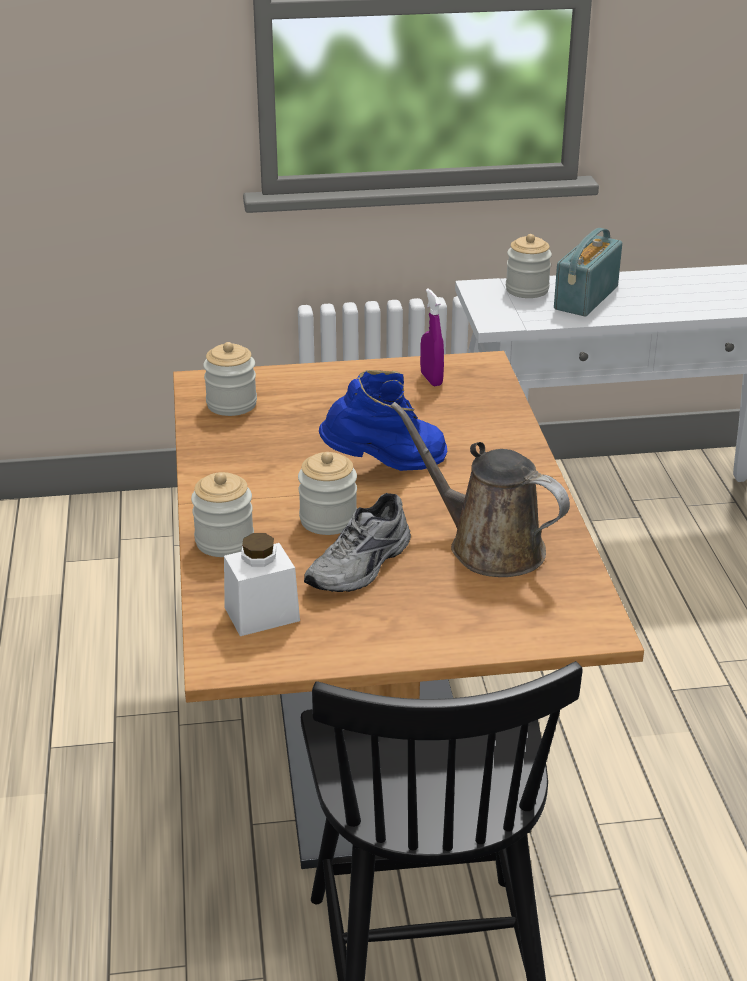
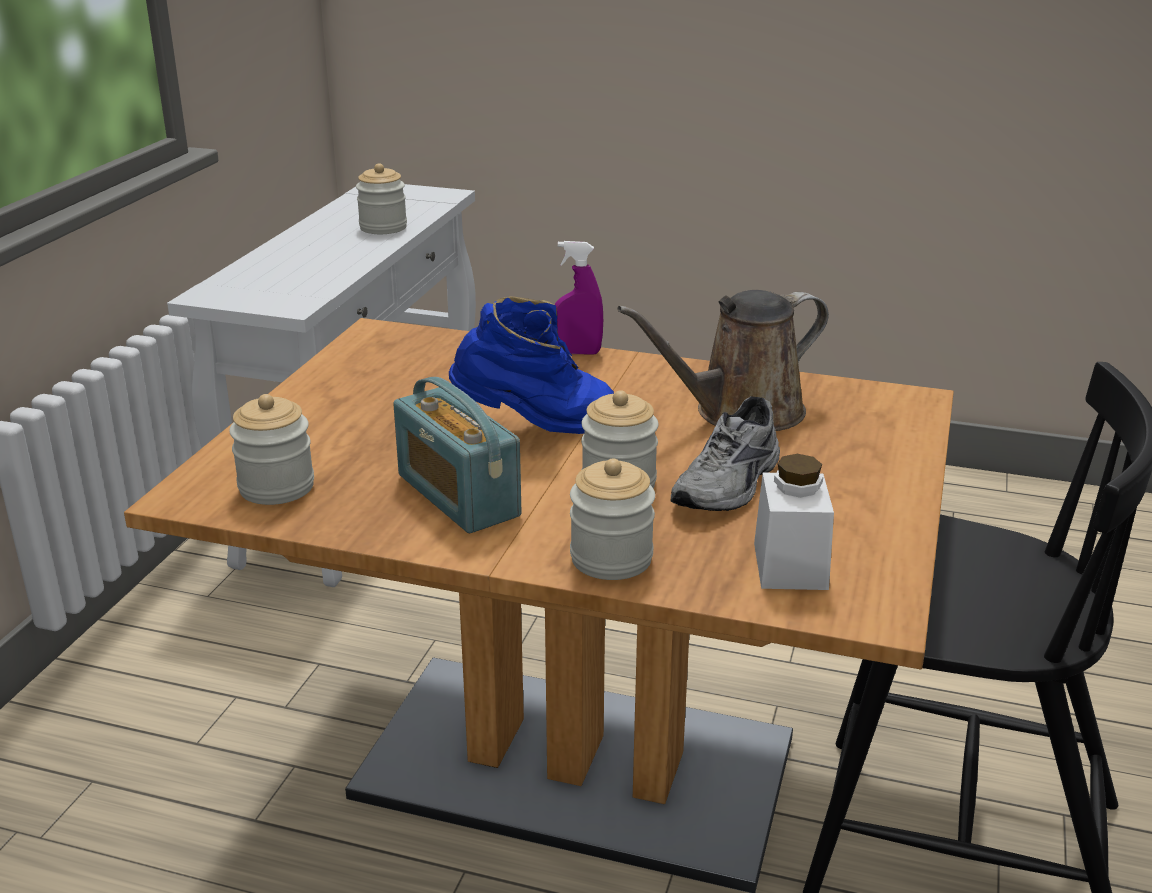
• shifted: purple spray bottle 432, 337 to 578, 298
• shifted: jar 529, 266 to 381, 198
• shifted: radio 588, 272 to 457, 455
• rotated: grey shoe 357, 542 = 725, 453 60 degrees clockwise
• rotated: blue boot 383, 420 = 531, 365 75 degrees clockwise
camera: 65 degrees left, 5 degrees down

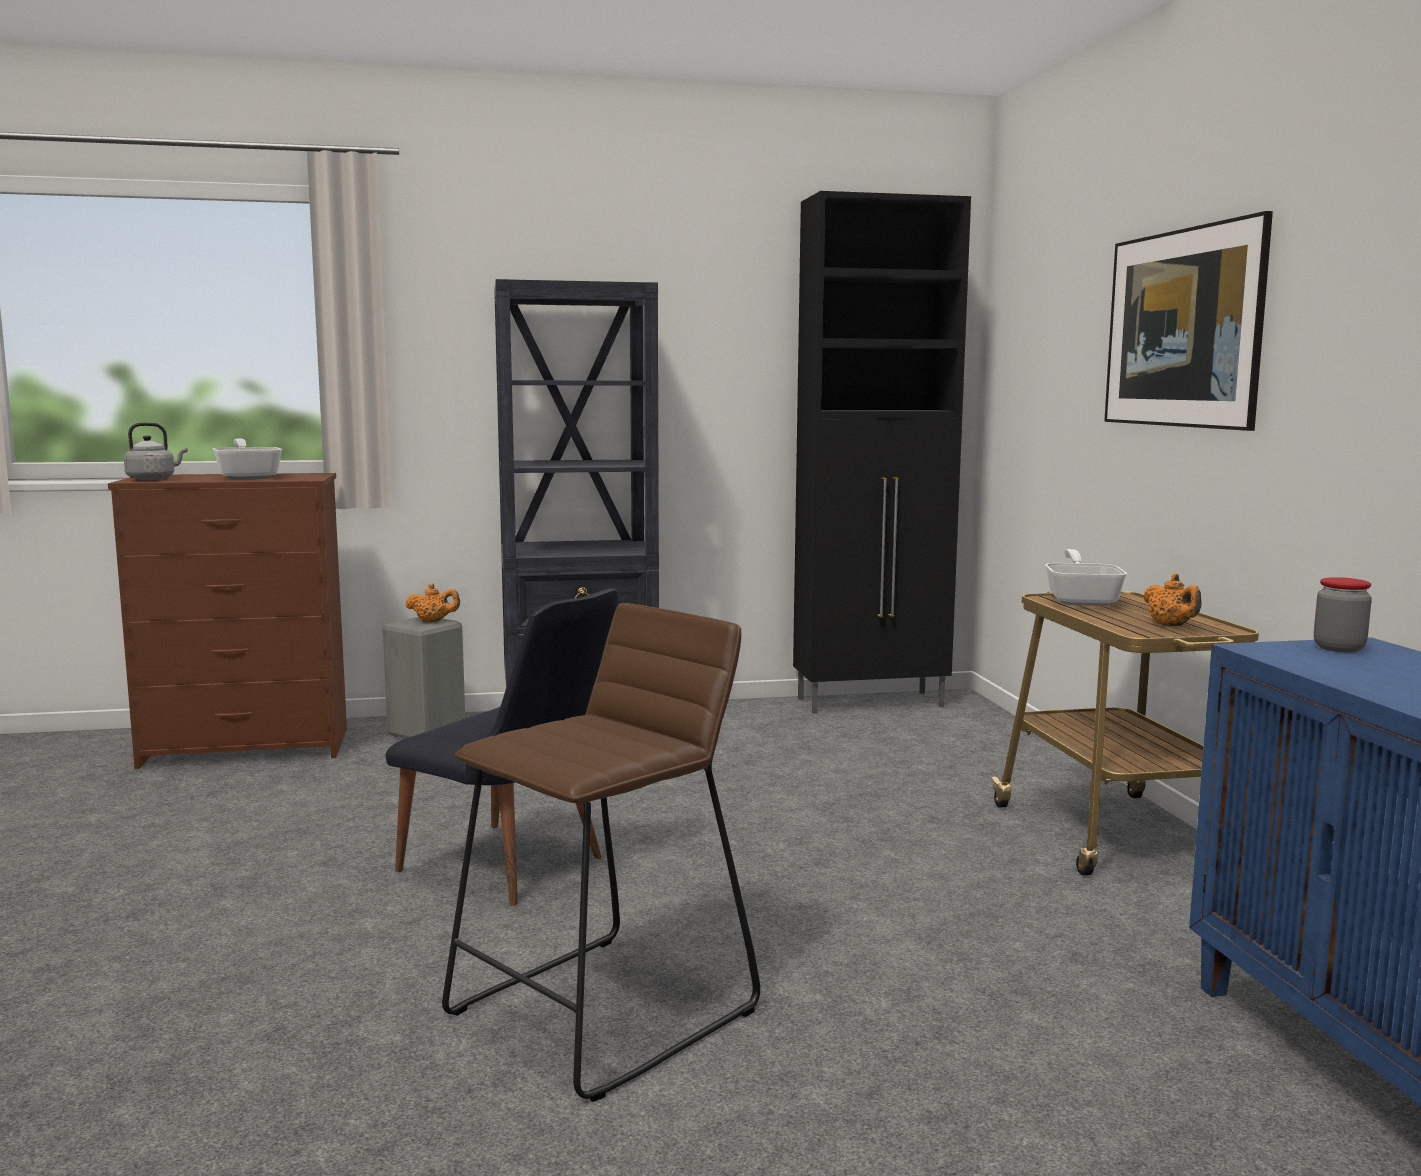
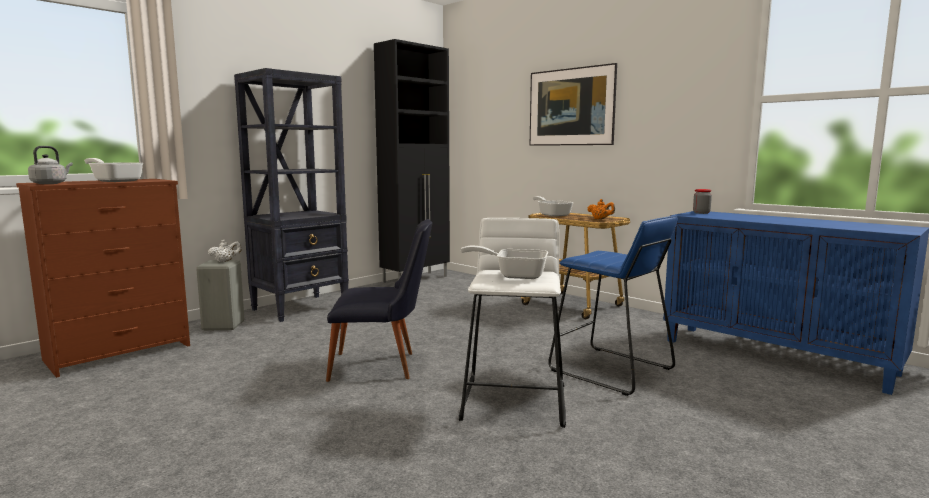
• new: frying pan 504, 262
• new: blue stool 613, 306
• repainted: orange teapot 433, 602 to white teapot 224, 251
• repainted: brown stool 601, 852 to white stool 512, 323
camera: 35 degrees left, 0 degrees up

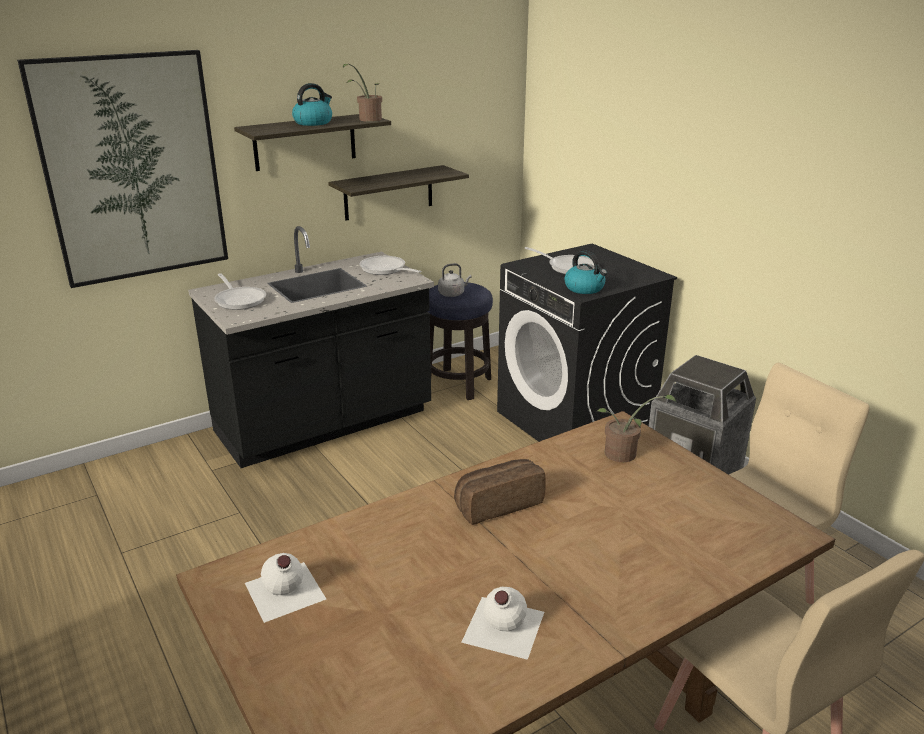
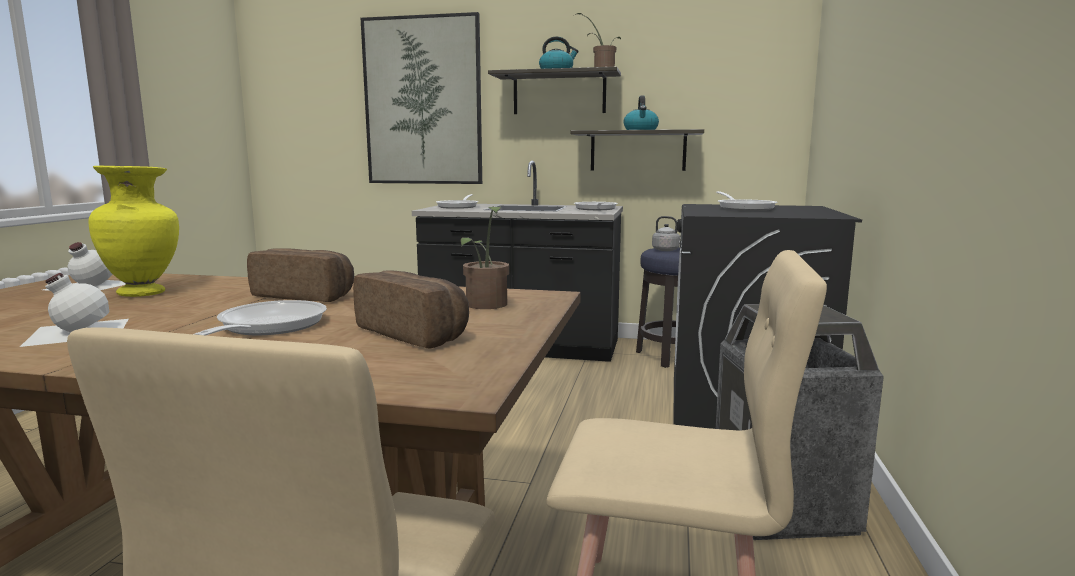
• new: yellow vase 134, 231
• new: frying pan 260, 317
• new: bread 411, 309
• shifted: kettle 585, 272 to 641, 112
camera: 45 degrees right, 15 degrees down

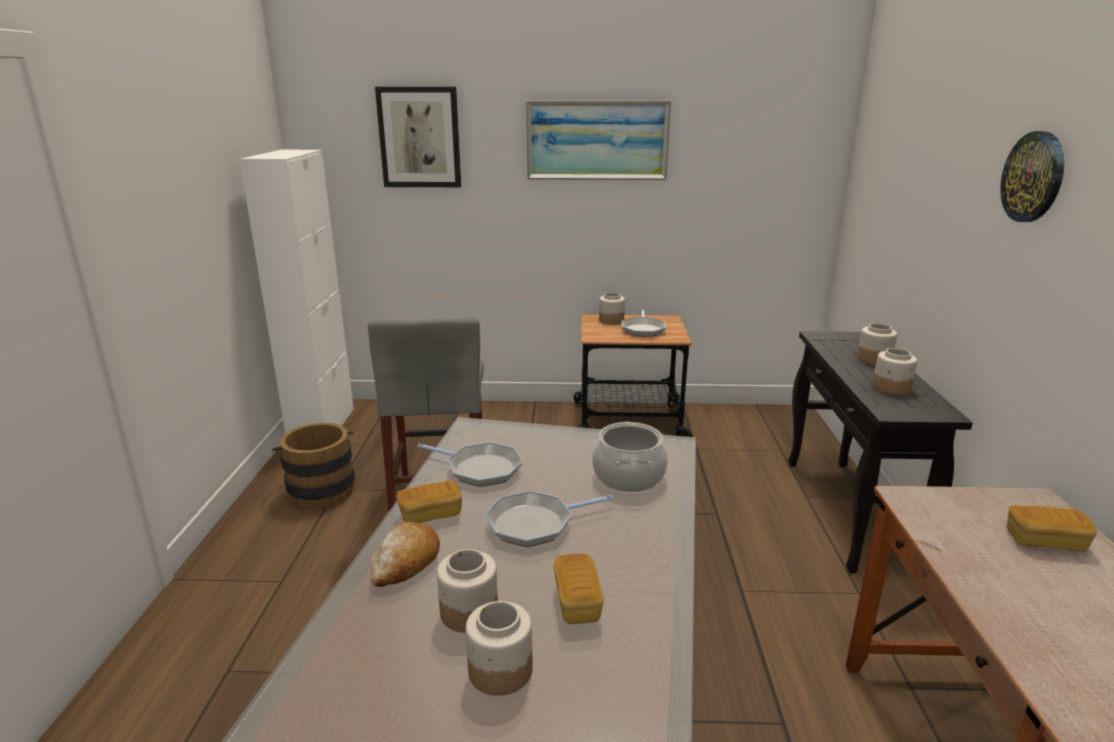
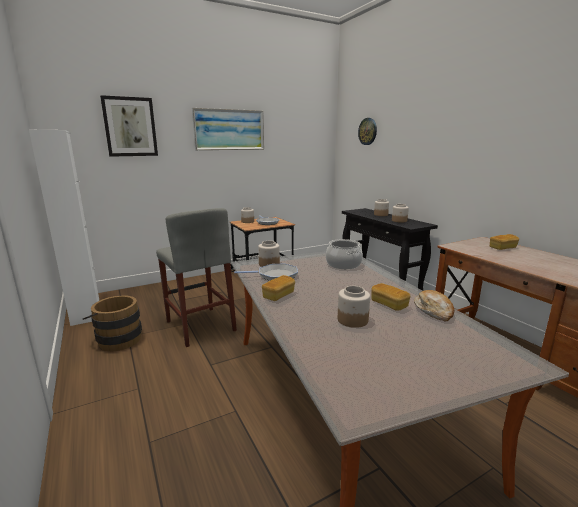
• gone: frying pan 549, 519
• shifted: bread 405, 554 to 434, 306
• shifted: jar 499, 648 to 269, 254
• shifted: wall clock 1032, 176 to 367, 131
camera: 30 degrees left, 5 degrees down

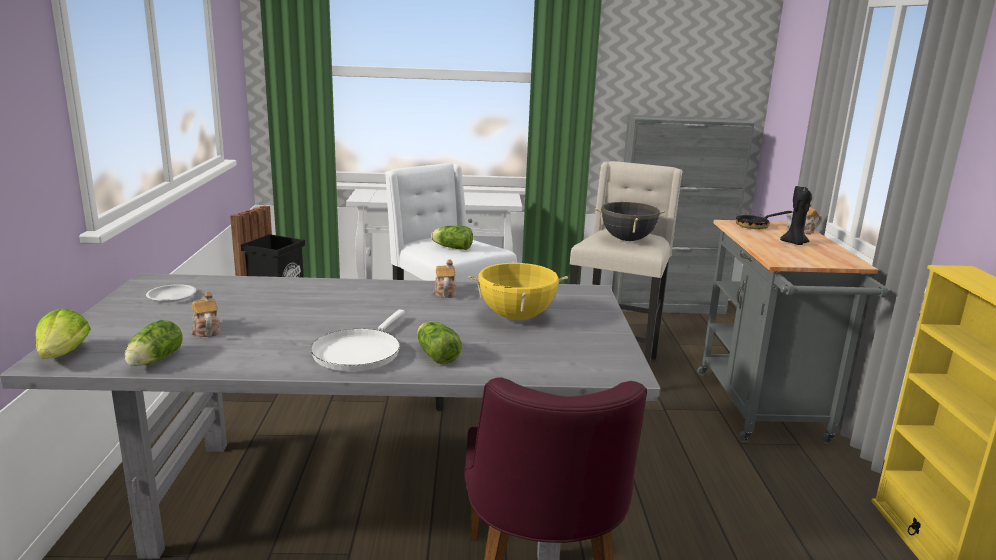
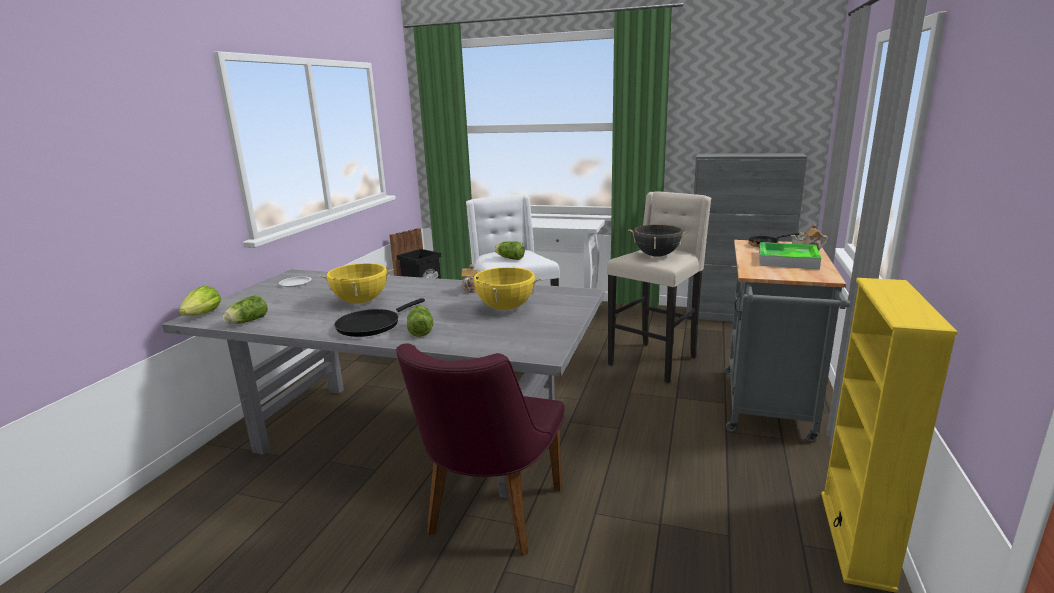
• gone: teapot 205, 314
• new: yellow cooking pot 356, 283
• swapped: black candle 796, 215 to tray 790, 255
• repainted: white frying pan 357, 340 to black frying pan 379, 317
camera: 20 degrees right, 0 degrees up

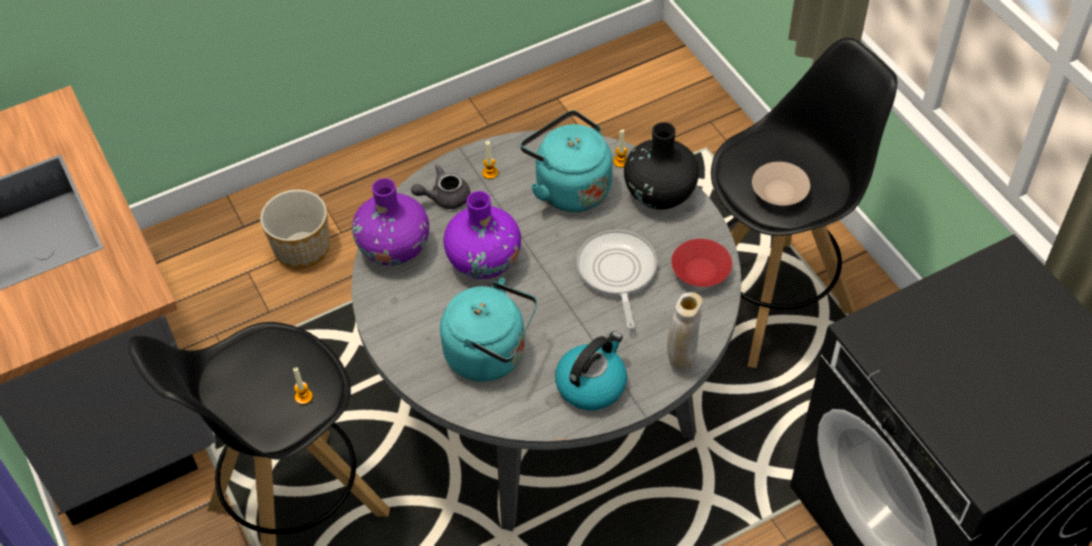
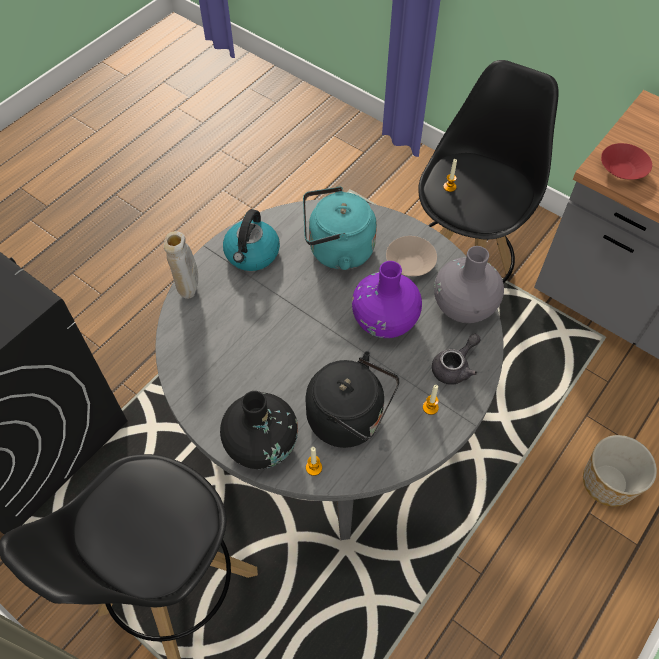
• gone: frying pan 617, 279
• shifted: red bowl 701, 263 to 626, 161
• shifted: beige bowl 781, 184 to 411, 256
• repainted: purple vase 390, 222 to grey vase 469, 284
• repainted: turquoise kettle 566, 161 to black kettle 353, 399
camera: 155 degrees right, 5 degrees up

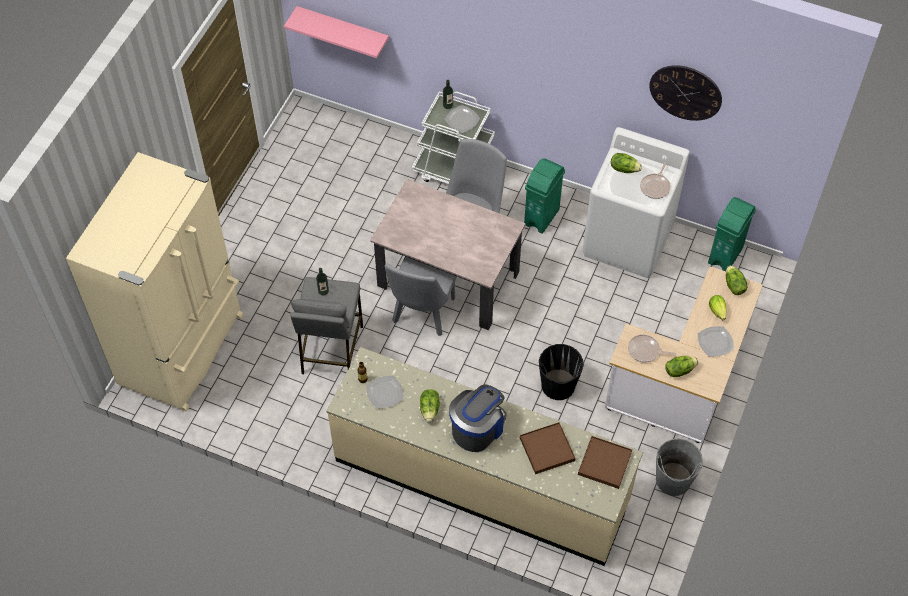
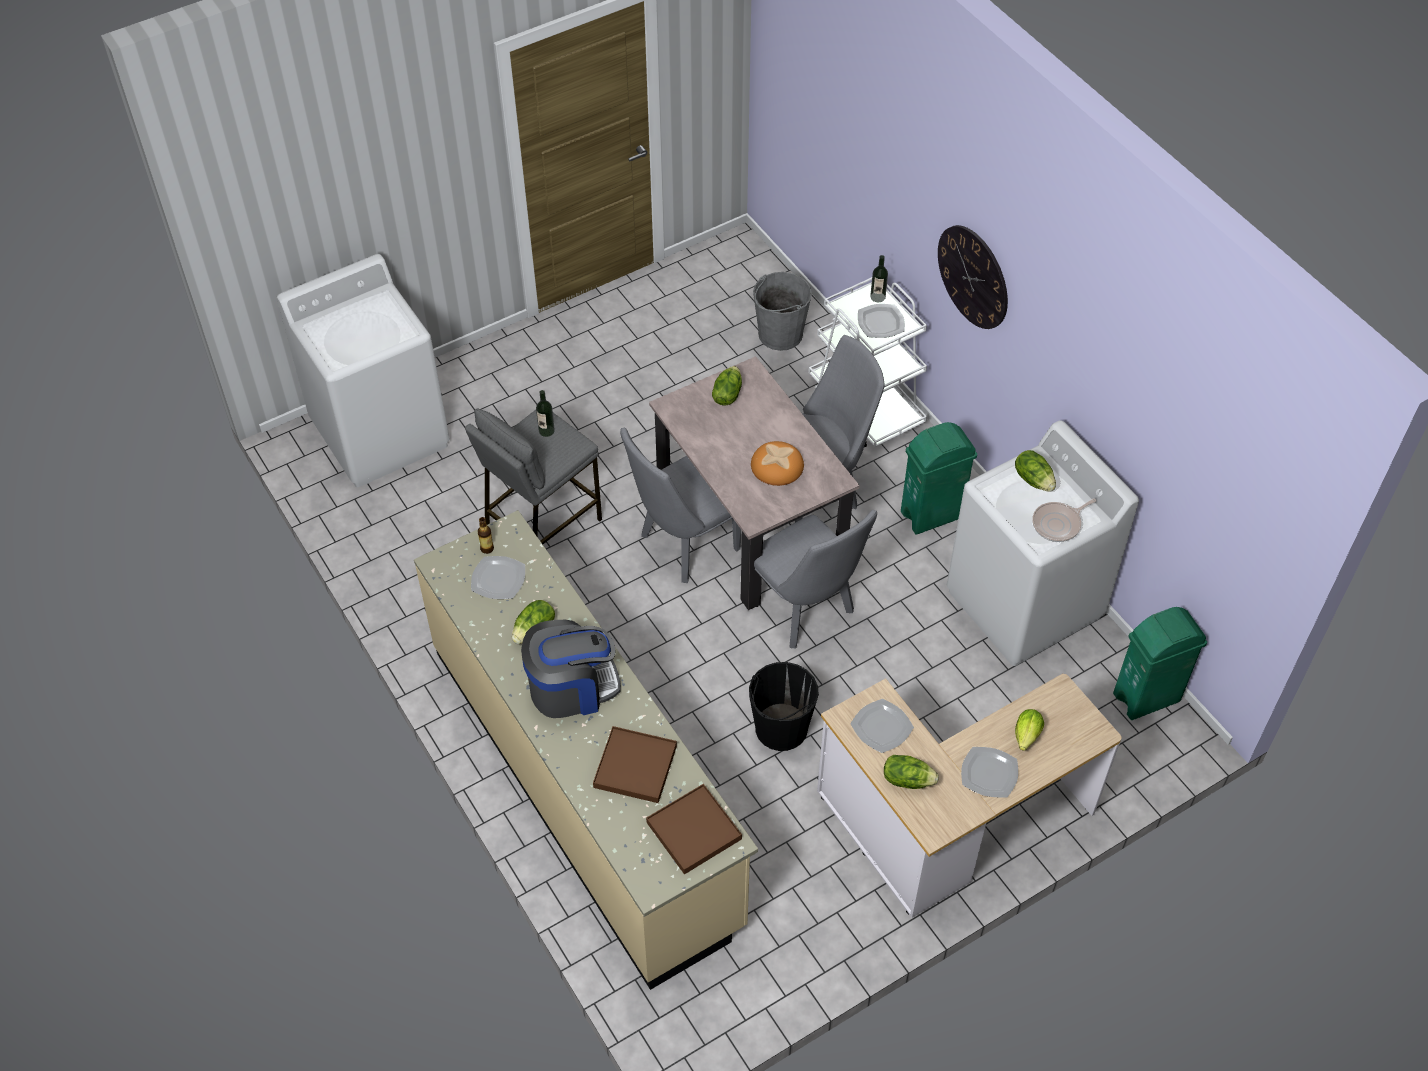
• gone: pink shelf 336, 32
• new: bread 777, 463
• new: grey chair 815, 579
• shifted: wall clock 685, 93 to 973, 277
• shifted: grey bucket 679, 467 to 782, 311
• shifted: lettuce 736, 280 to 727, 385
• swapped: beige fridge 154, 282 to white washing machine 363, 370
• swapped: frying pan 652, 348 to plate 882, 726
camera: 35 degrees right, 5 degrees down

